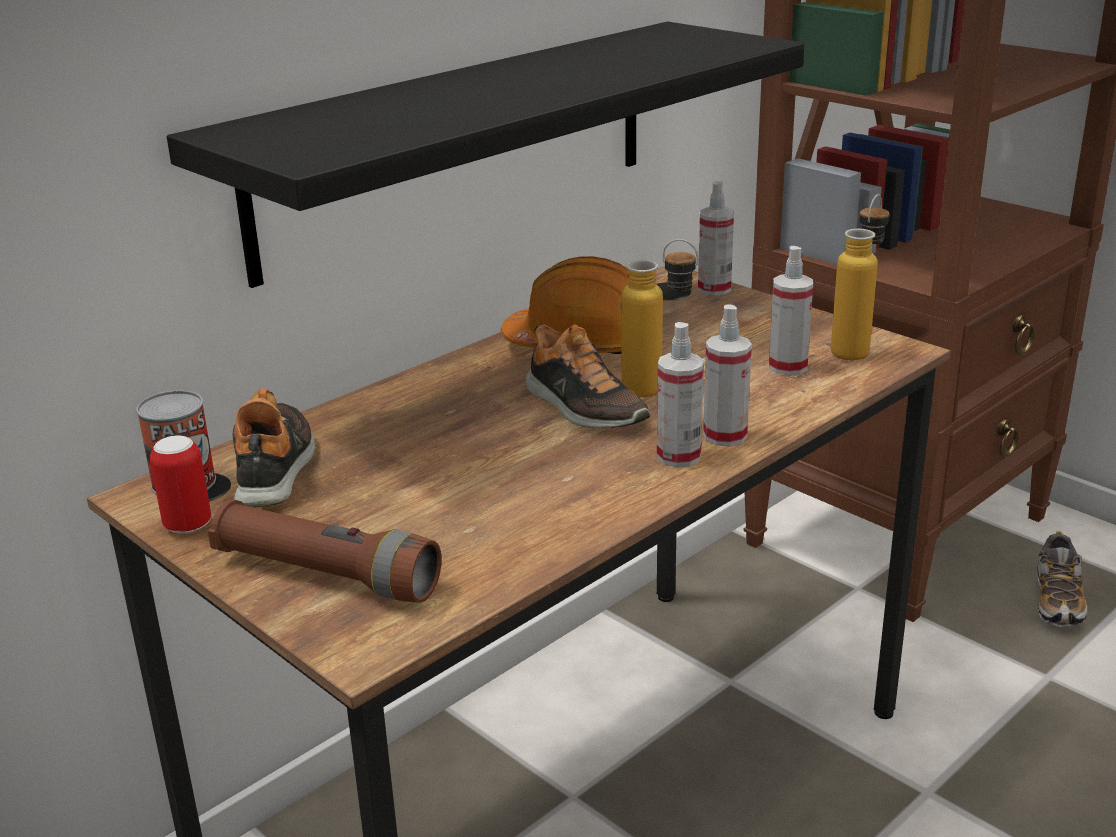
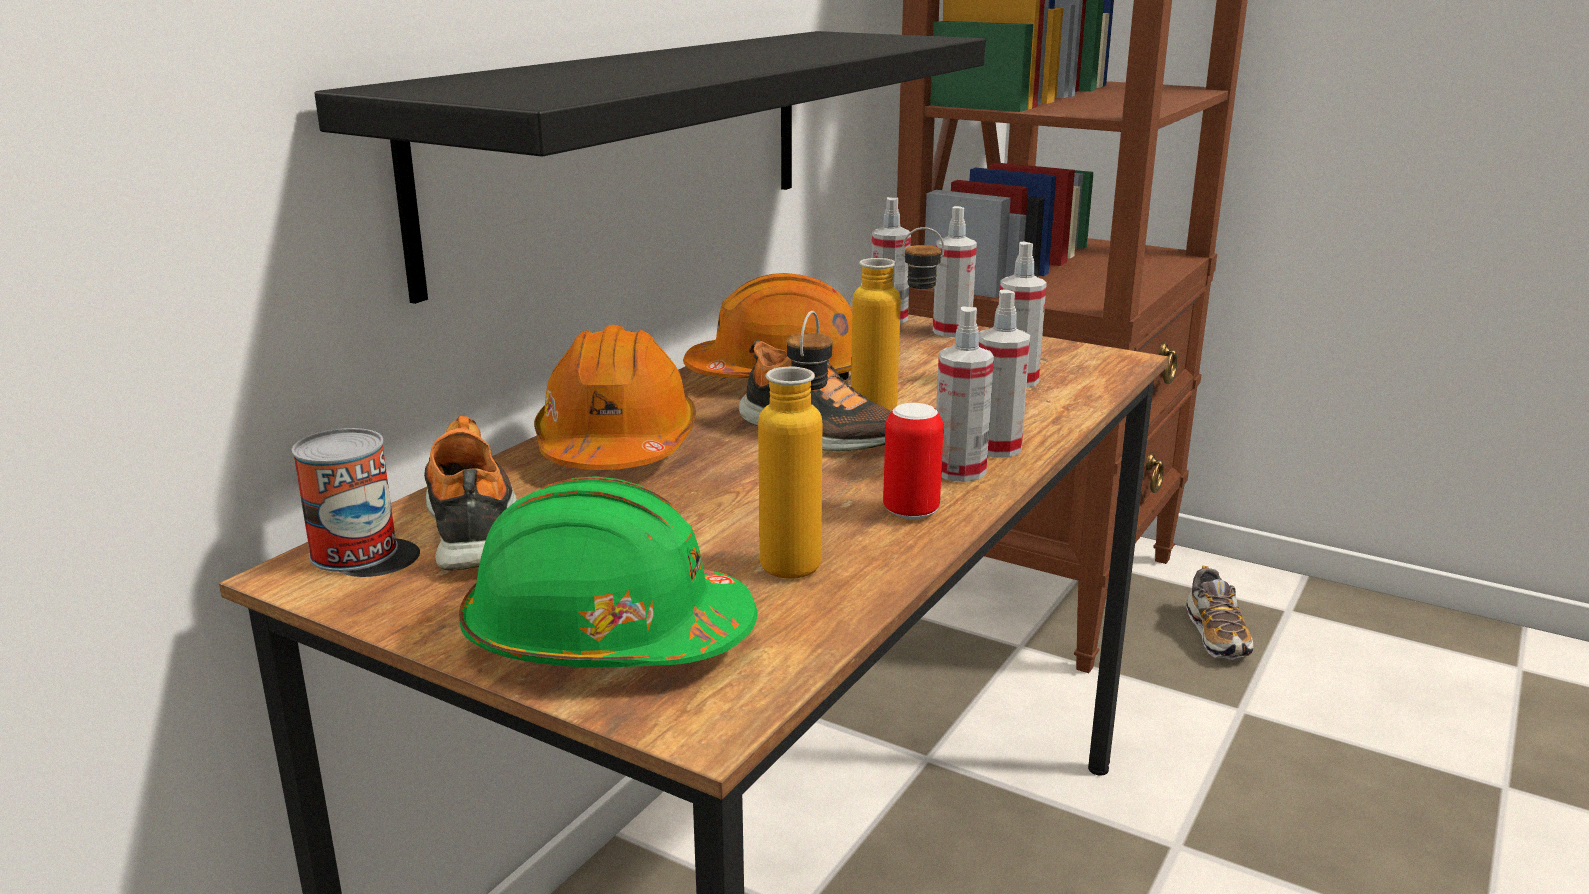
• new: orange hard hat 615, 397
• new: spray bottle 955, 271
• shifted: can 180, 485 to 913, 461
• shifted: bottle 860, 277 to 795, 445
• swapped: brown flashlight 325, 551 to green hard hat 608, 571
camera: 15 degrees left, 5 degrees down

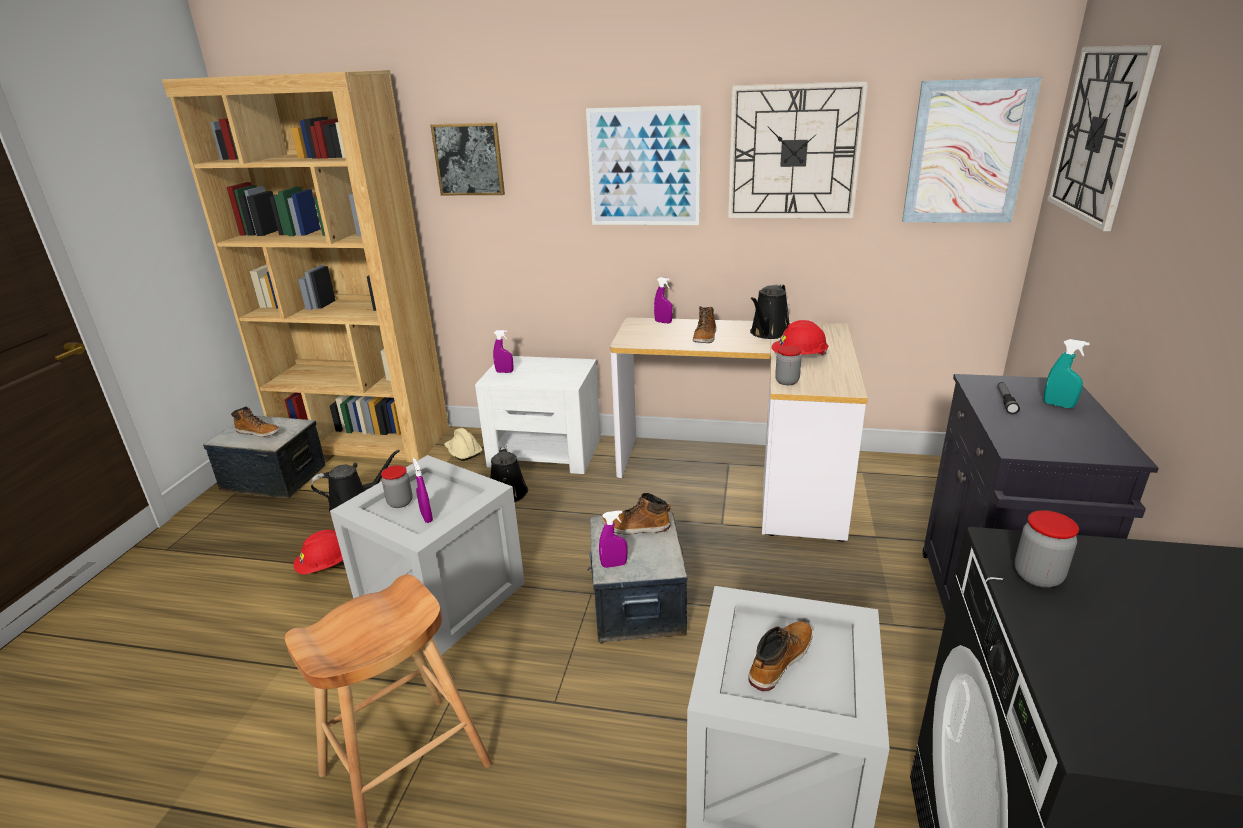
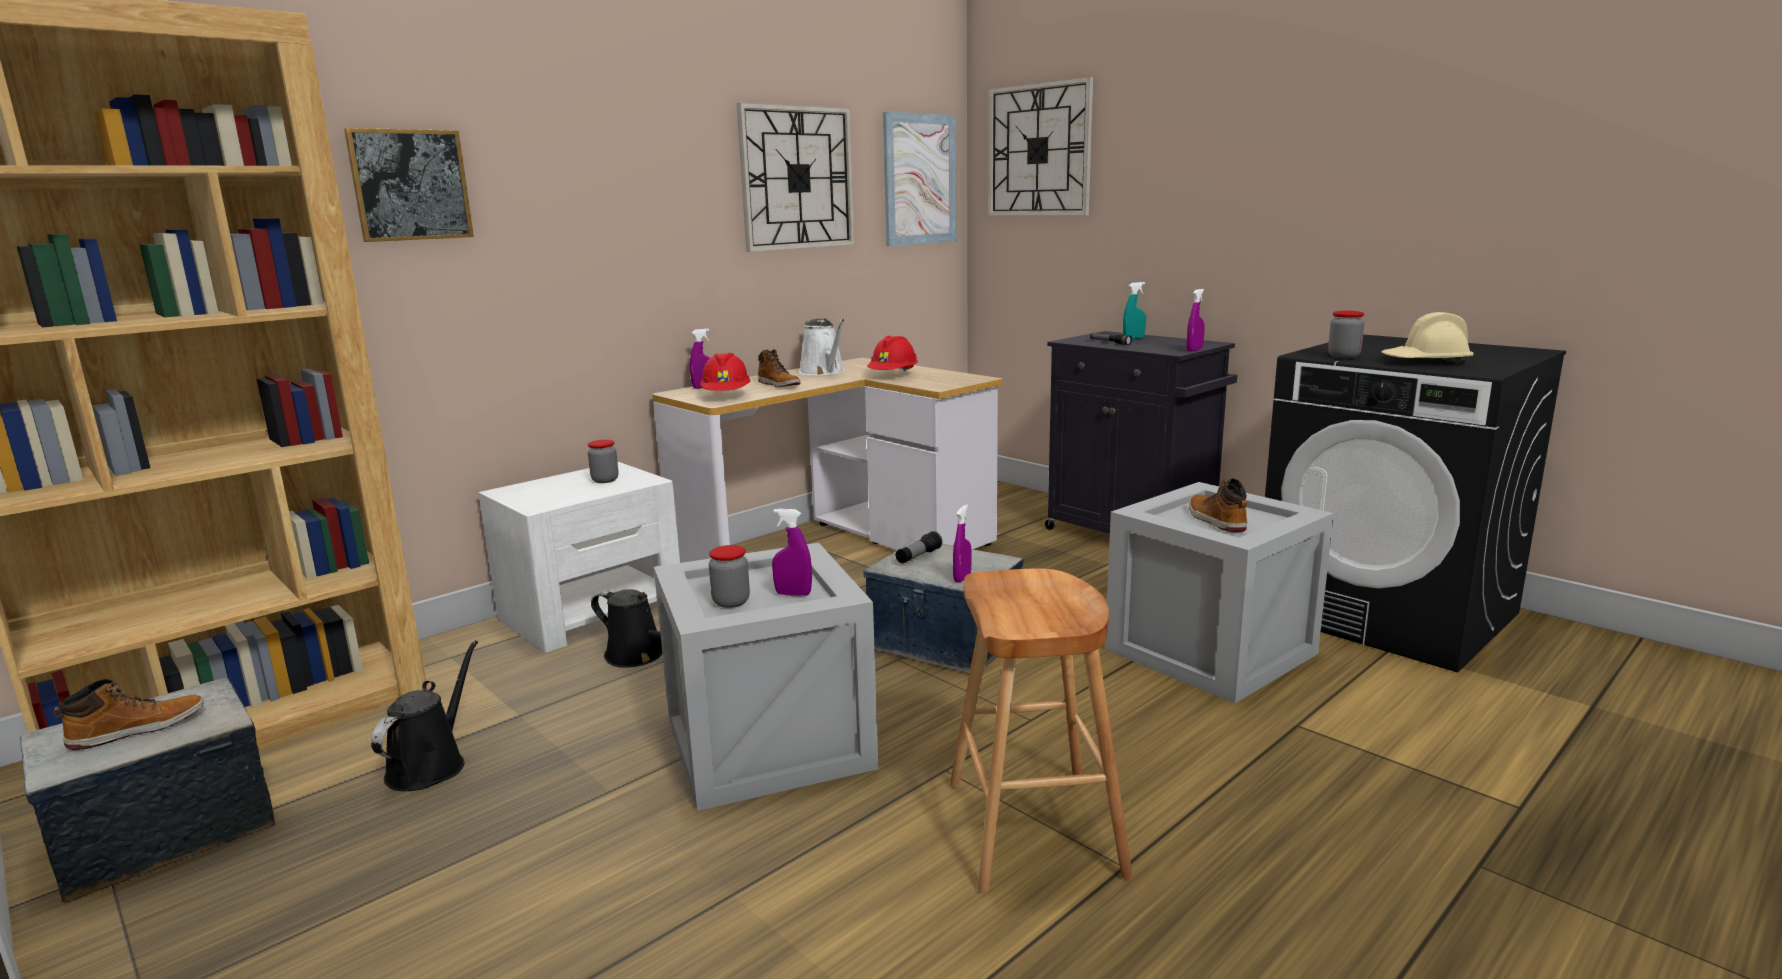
• gone: picture 643, 165
• shifted: red hard hat 318, 552 to 725, 372
• shifted: beige hard hat 463, 444 to 1427, 338
• shifted: purple spray bottle 503, 351 to 1195, 320
• shifted: jar 788, 365 to 603, 461
• swapped: boot 636, 514 to flashlight 919, 547
• repainted: black watering can 770, 311 to white watering can 822, 347
camera: 55 degrees left, 10 degrees down

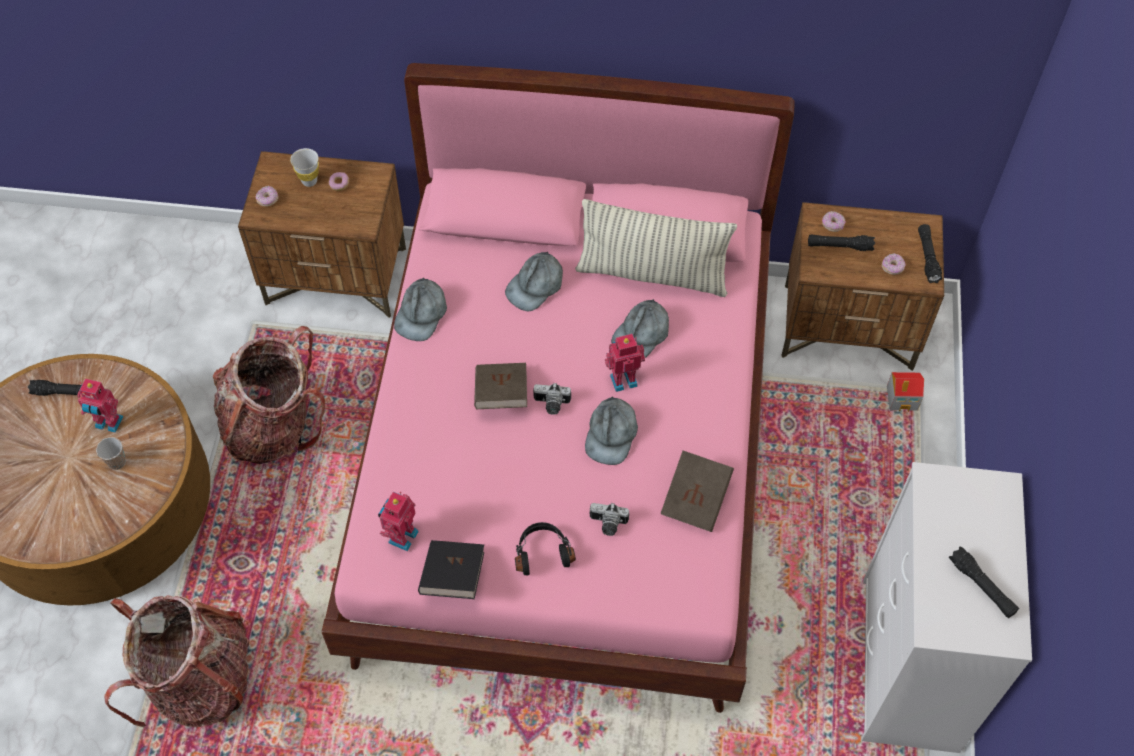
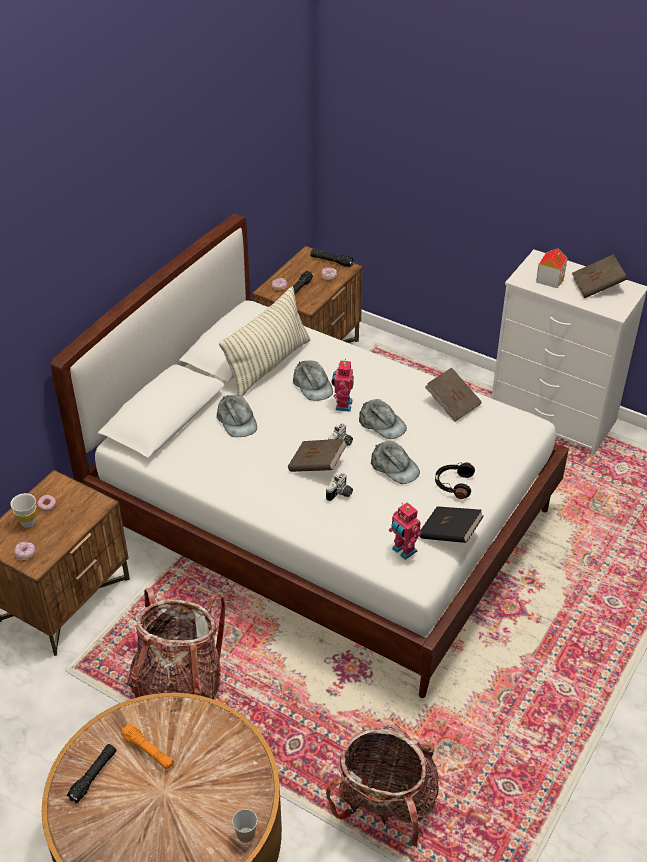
• shifted: cup 111, 453 to 245, 826
• shifted: grey cap 420, 309 to 395, 462
• shifted: photo camera 609, 519 to 339, 487
• shifted: toy house 905, 392 to 552, 268
• swapped: toy robot 100, 406 to orange flashlight 147, 747
• swapped: black flashlight 984, 582 to brown book 599, 276
• repainted: pink bed 558, 388 to white bed 310, 456
camera: 65 degrees left, 15 degrees down

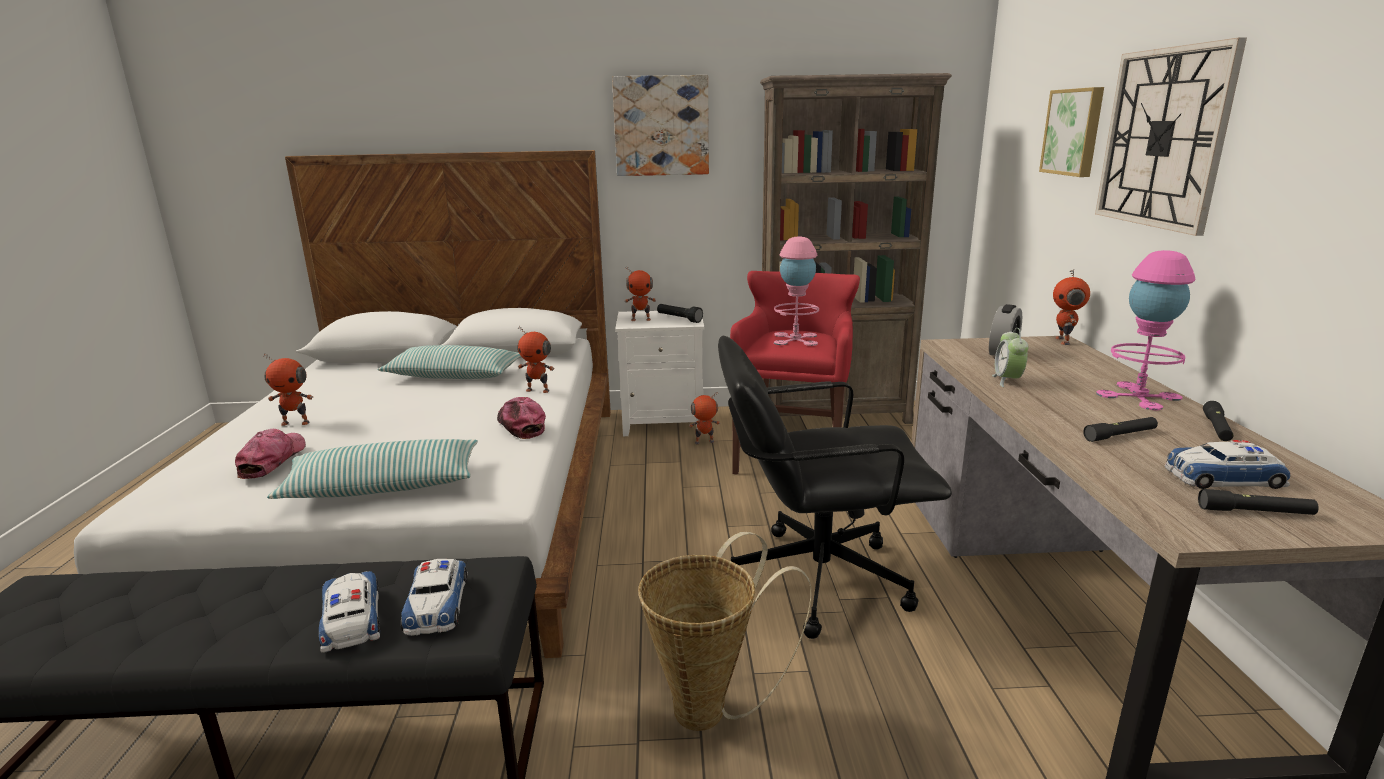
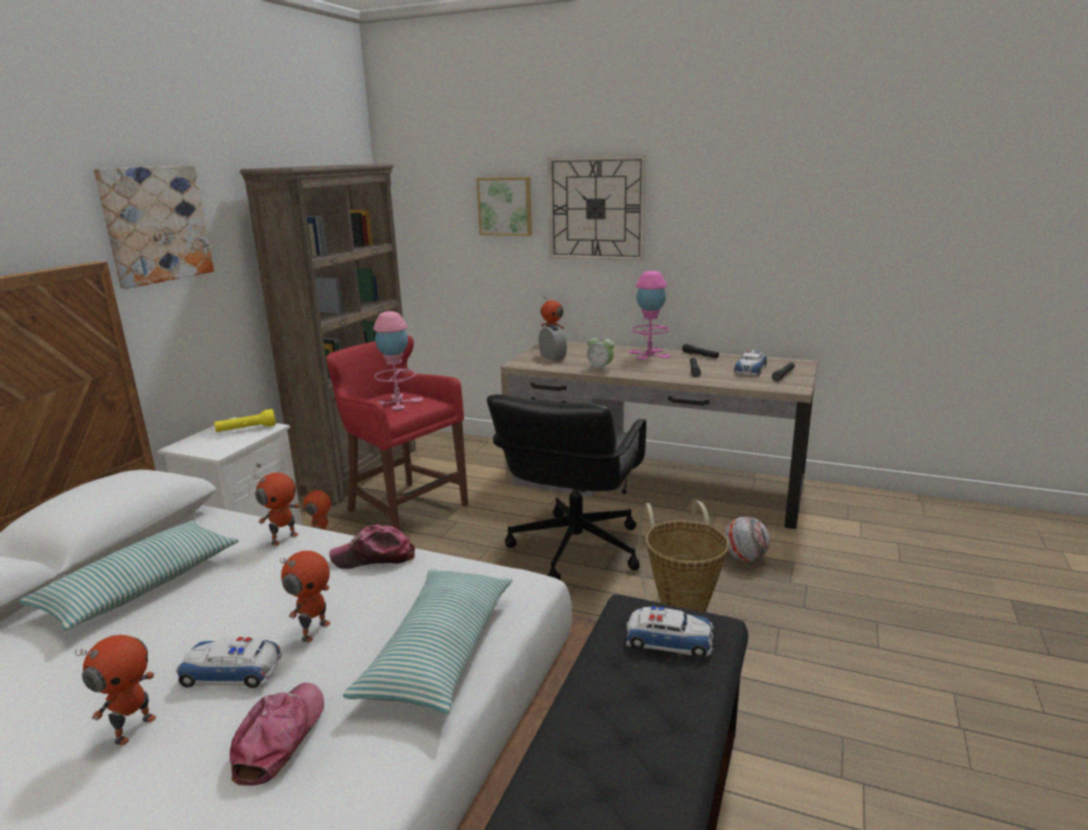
• new: football 747, 539
• shifted: toy car 349, 612 to 229, 662
• shifted: toy robot 640, 294 to 305, 596
• repainted: black flashlight 680, 313 to yellow flashlight 245, 420
• rotated: cap 270, 454 = 277, 734 75 degrees clockwise
camera: 65 degrees left, 0 degrees up

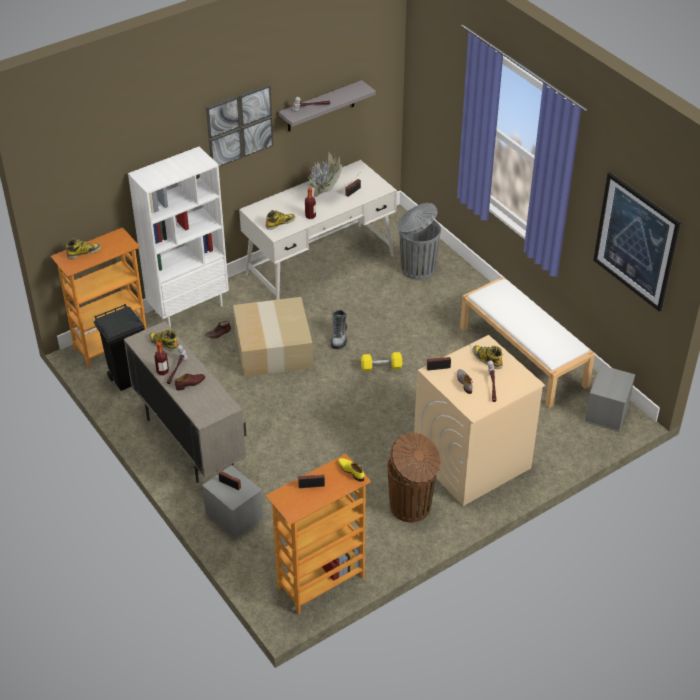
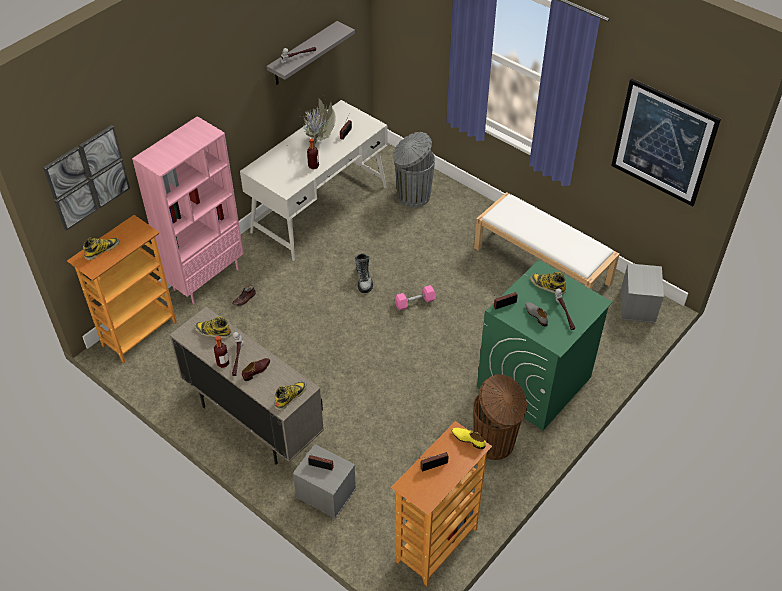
• gone: black trash can 119, 347
• gone: cardboard box 273, 337
• shifted: picture 239, 125 to 86, 178
• shifted: boot 280, 220 to 291, 395
• repainted: white bookcase 178, 237 to pink bookcase 188, 210
• repainted: yellow dumbbell 381, 362 to pink dumbbell 415, 297
• repainted: beige washing machine 479, 420 to green washing machine 545, 345
camera: 15 degrees left, 5 degrees up

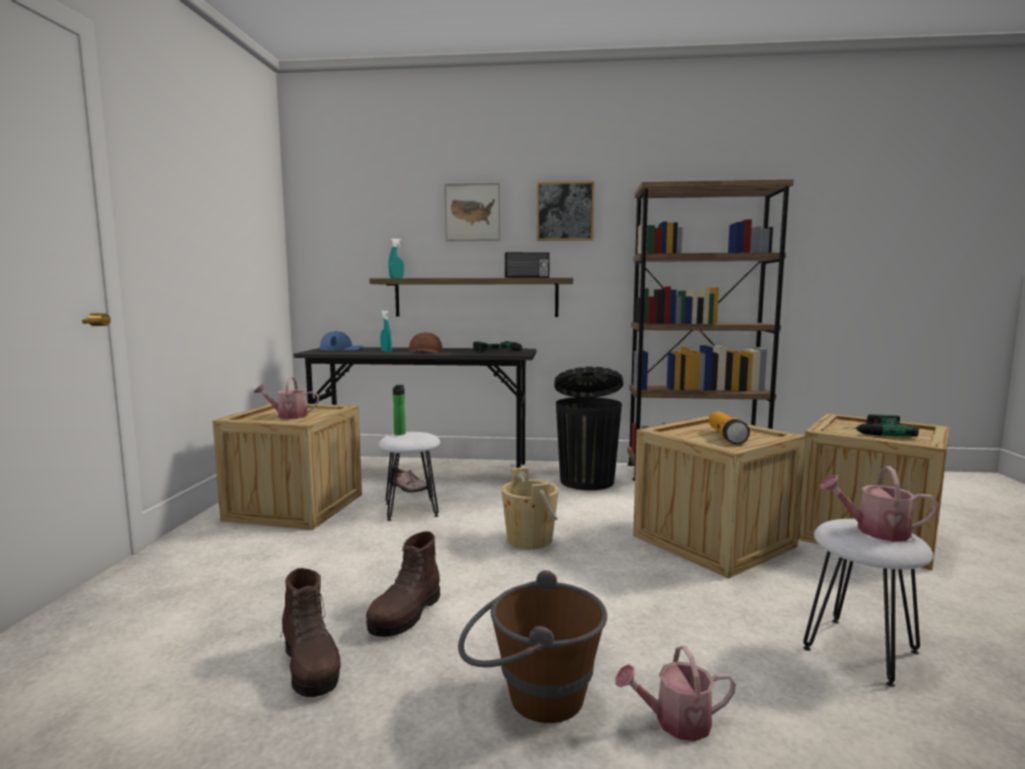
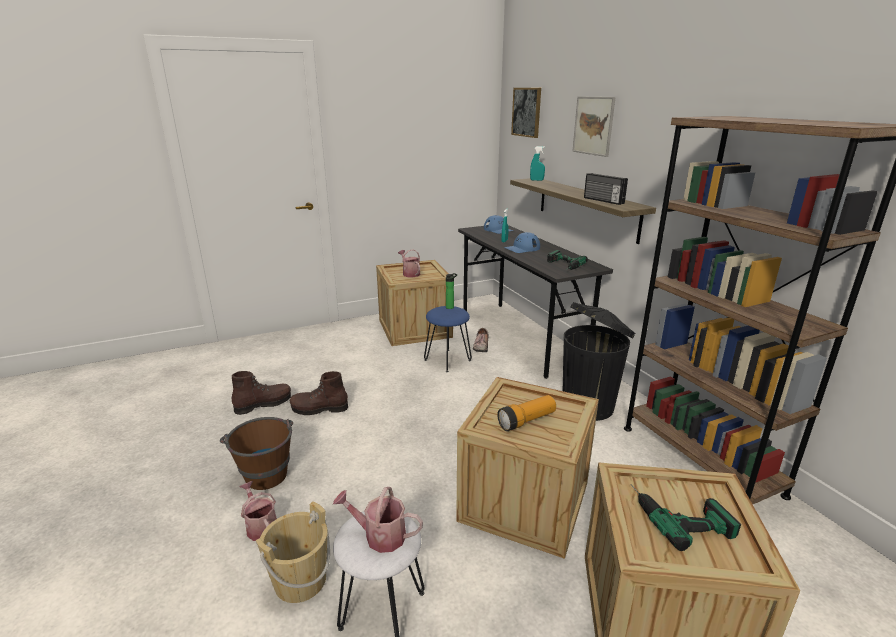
• shifted: beige bucket 530, 508 to 293, 552
• shifted: picture 566, 211 to 526, 113
• repainted: white stool 409, 476 to blue stool 448, 339
• repainted: brown cap 425, 342 to blue cap 522, 242
• rotated: brown boot 311, 632 = 261, 393 150 degrees counterclockwise
• rotated: watering can 879, 503 = 378, 520 60 degrees counterclockwise
camera: 60 degrees right, 15 degrees up

